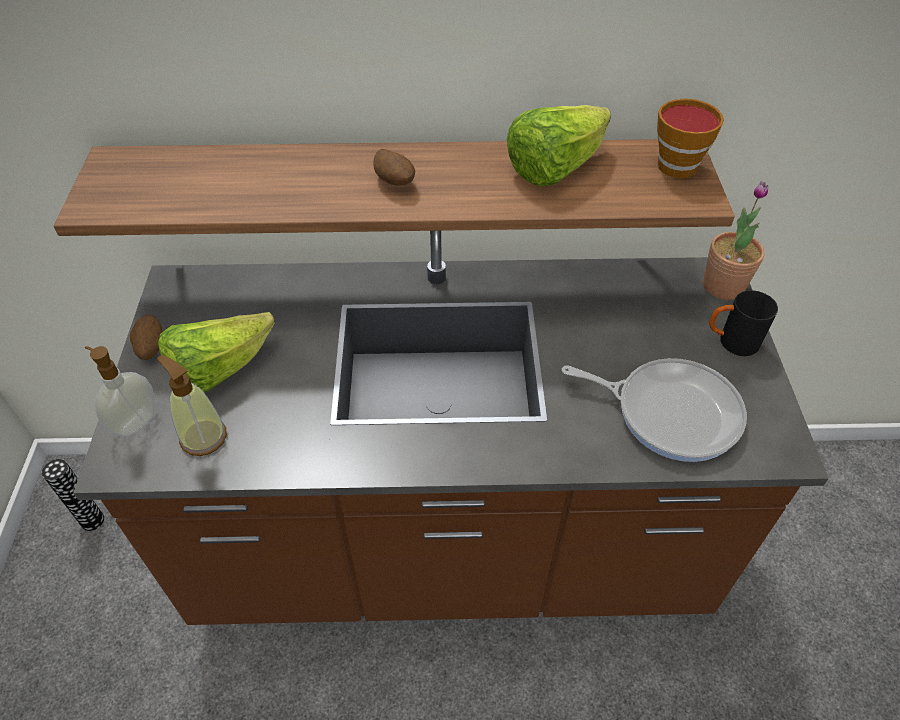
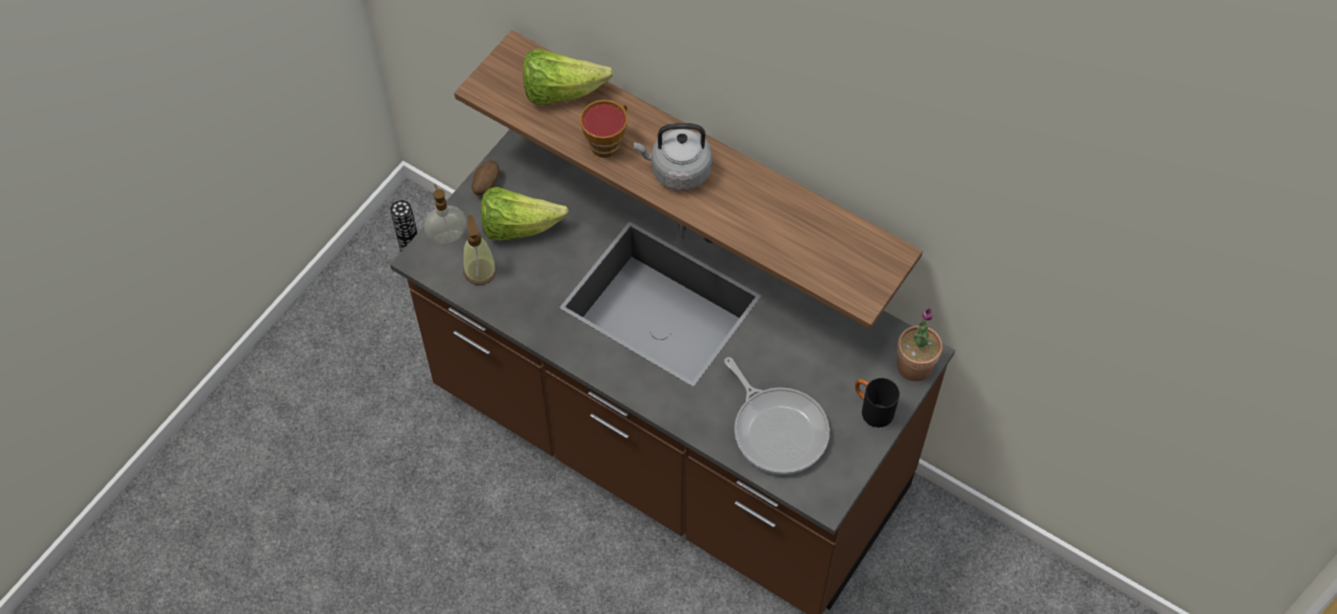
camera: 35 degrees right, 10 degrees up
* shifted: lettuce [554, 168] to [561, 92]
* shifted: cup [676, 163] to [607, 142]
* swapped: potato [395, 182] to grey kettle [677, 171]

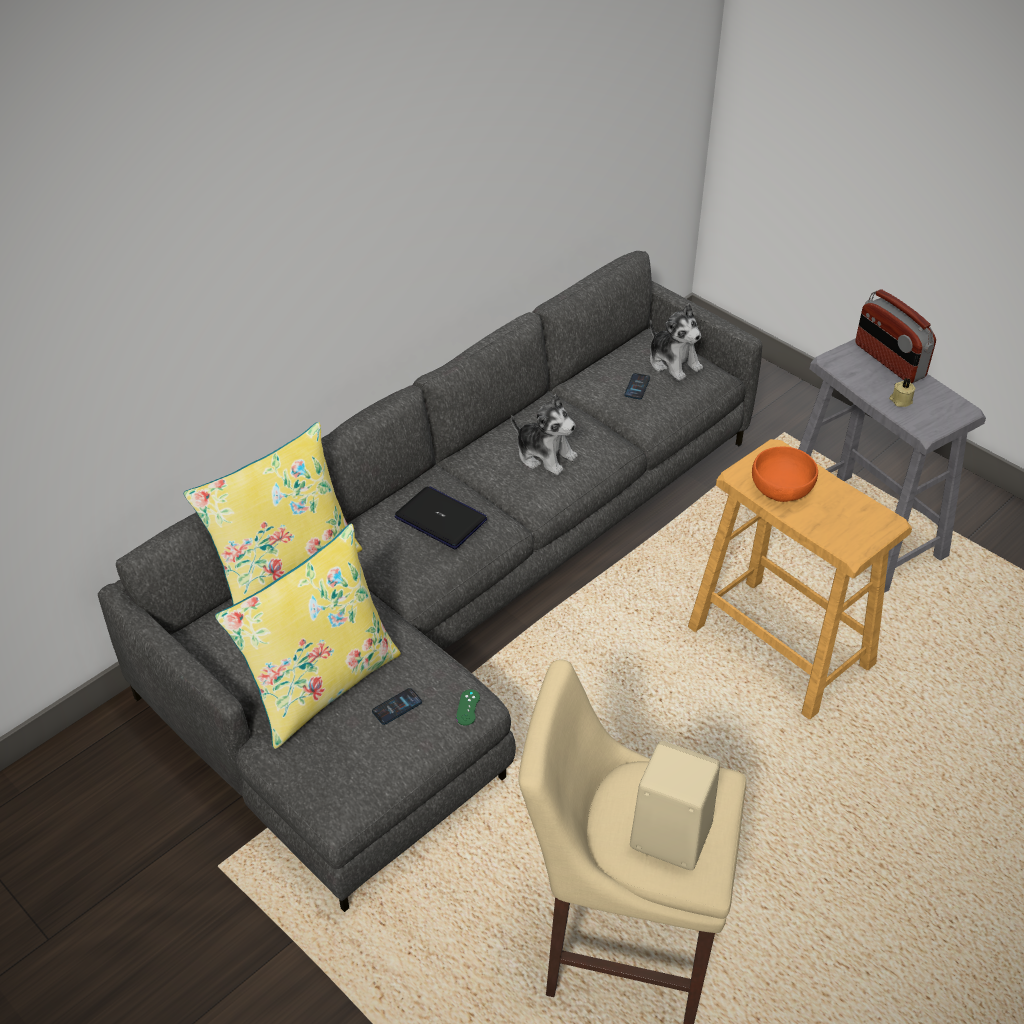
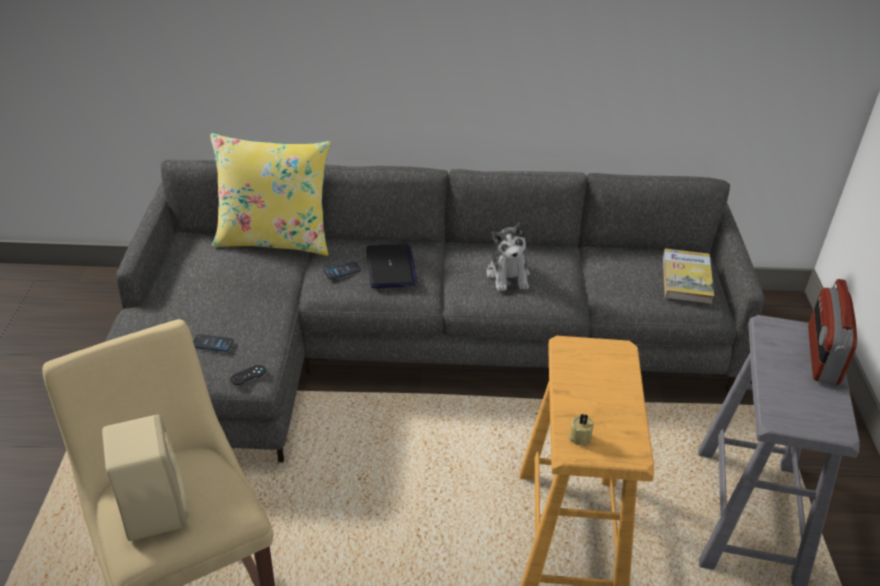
camera: 45 degrees right, 5 degrees down
* repainted: green game controller [468, 707] to black game controller [248, 375]
* shifted: phone [637, 387] to [342, 271]
* shifted: beige candle [900, 400] to [580, 436]
* swapped: plush toy [673, 362] to book [686, 279]
* gone: yellow pillow [320, 684]
* gone: orange bowl [782, 488]

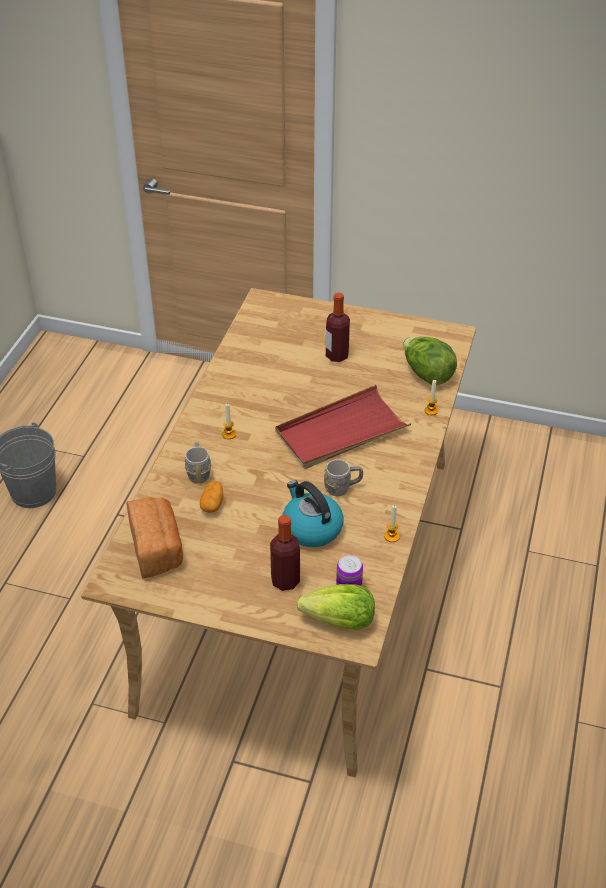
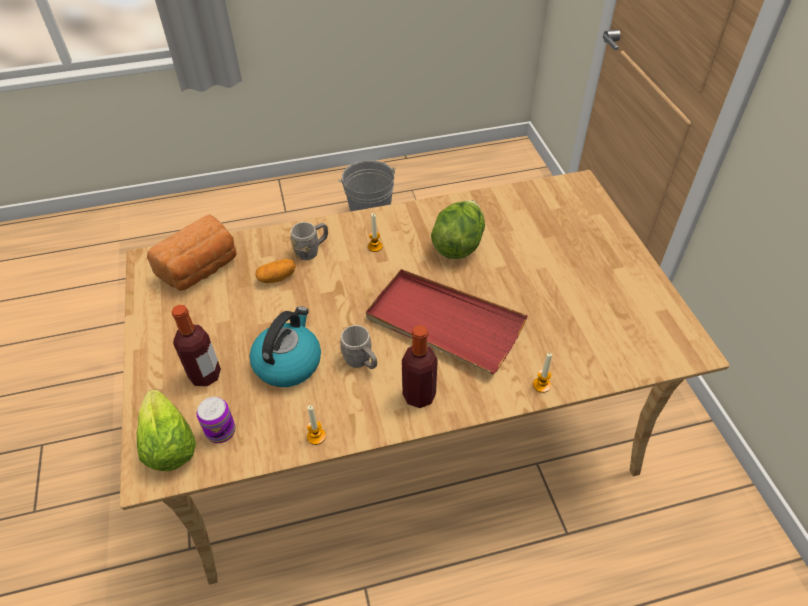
camera: 60 degrees right, 5 degrees up
* shifted: bottle [337, 355] to [419, 395]
* shifted: lettuce [426, 374] to [458, 245]

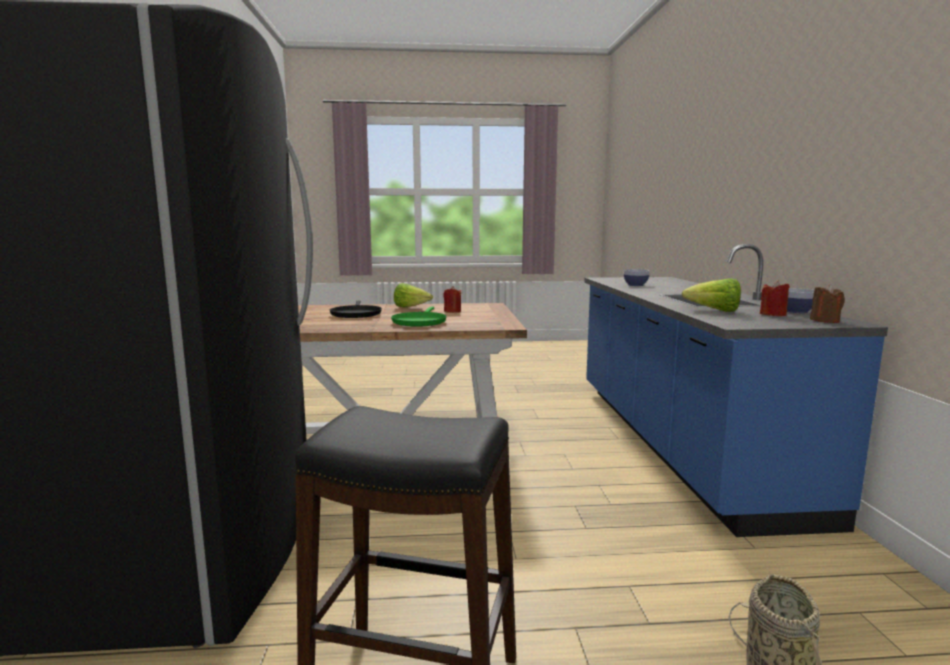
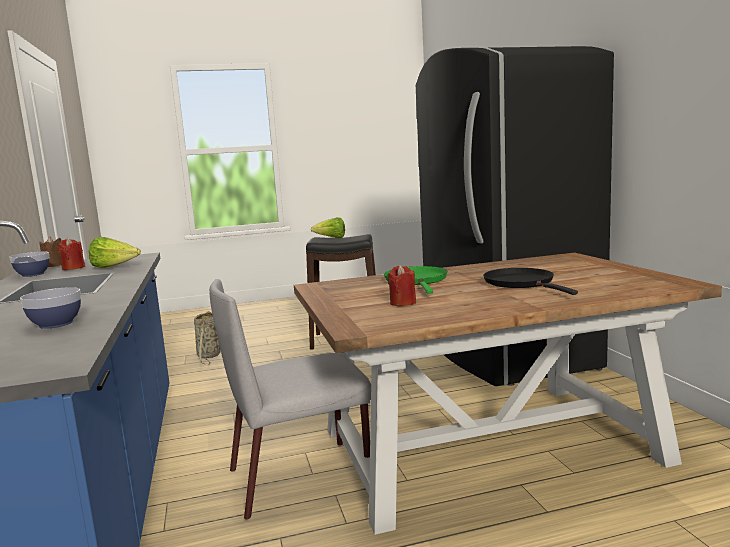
camera: 170 degrees right, 0 degrees up
* new: grey chair [301, 477]
* shifted: lettuce [411, 307] to [331, 238]

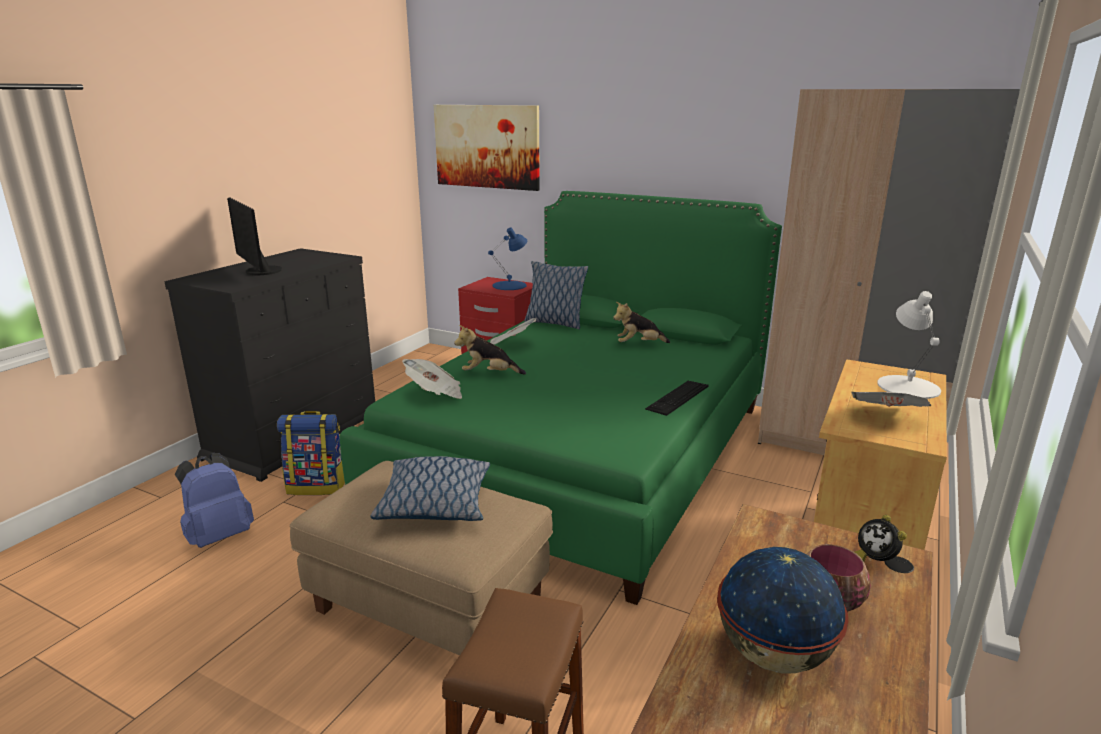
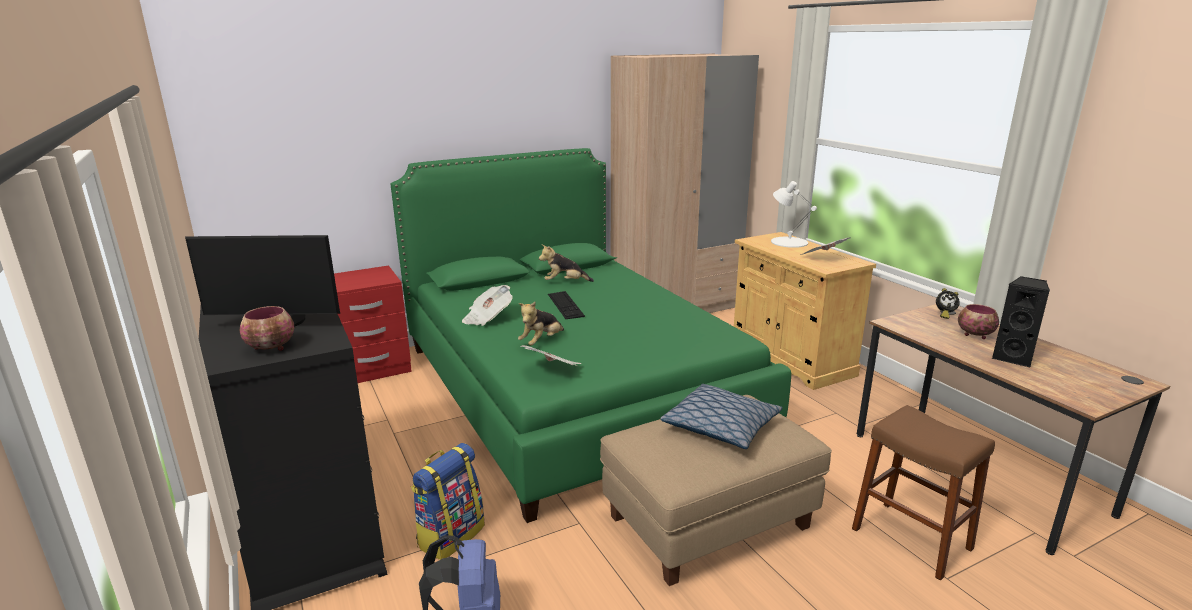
camera: 55 degrees left, 0 degrees up
* new: bowl [272, 348]
* rotated: plush toy [639, 345] = [565, 282] 60 degrees clockwise
* shifted: keyboard [677, 397] to [565, 305]
* swapped: globe [774, 655] to black speaker [1013, 358]
* gone: picture [487, 146]
* gone: blue table lamp [510, 285]
* gone: pillow [554, 323]

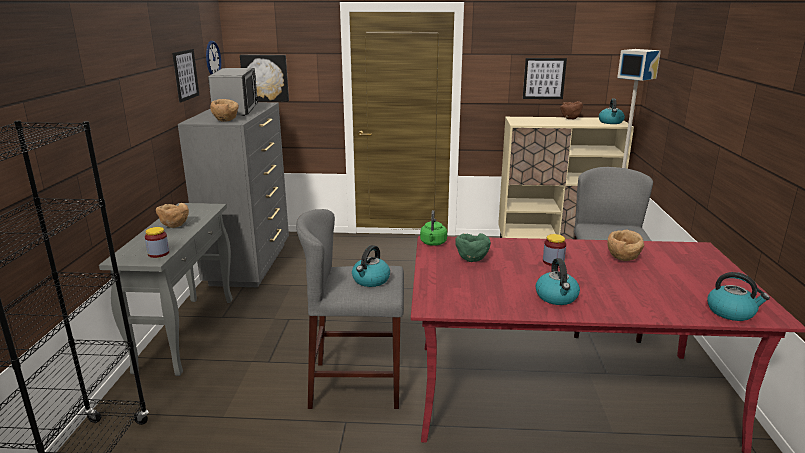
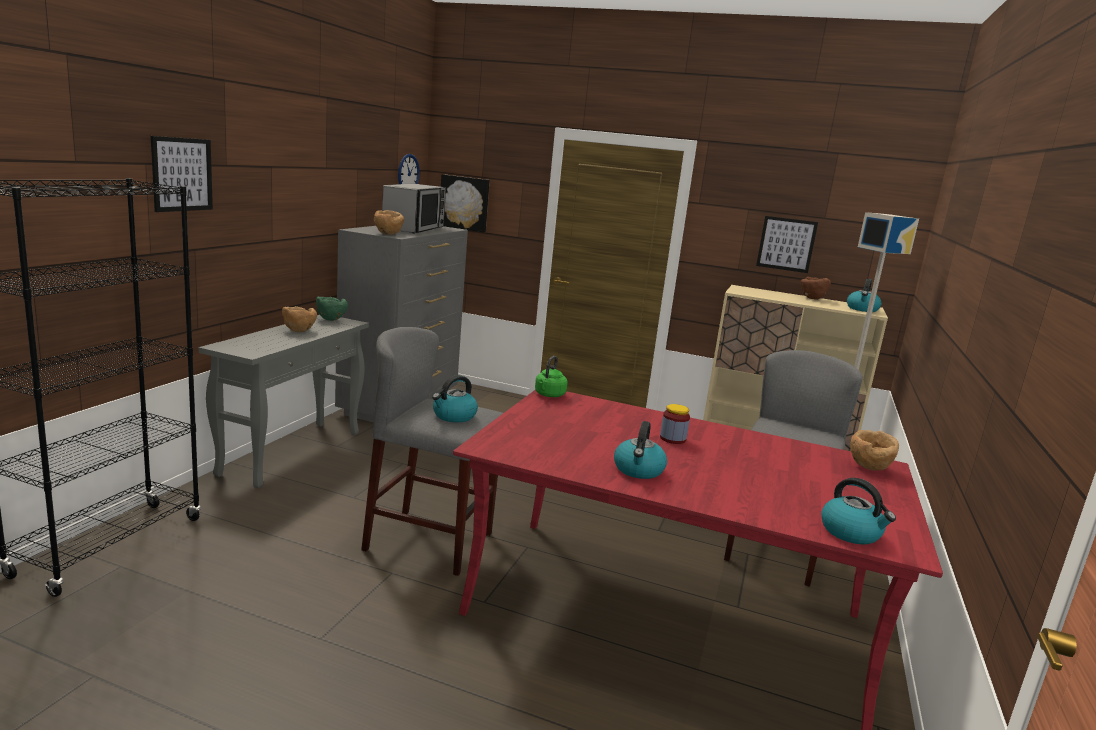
camera: 15 degrees right, 5 degrees down
* shifted: picture [185, 75] to [182, 174]
* shifted: green bowl [471, 259] to [331, 319]
* shifted: brown bowl [623, 259] to [869, 468]
* gone: jar [158, 253]

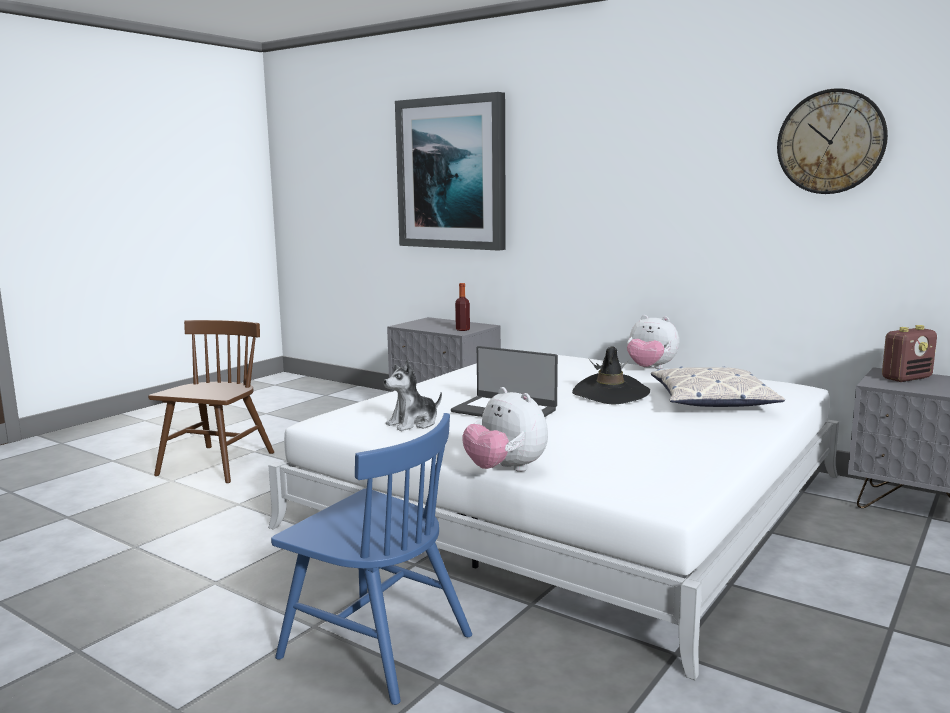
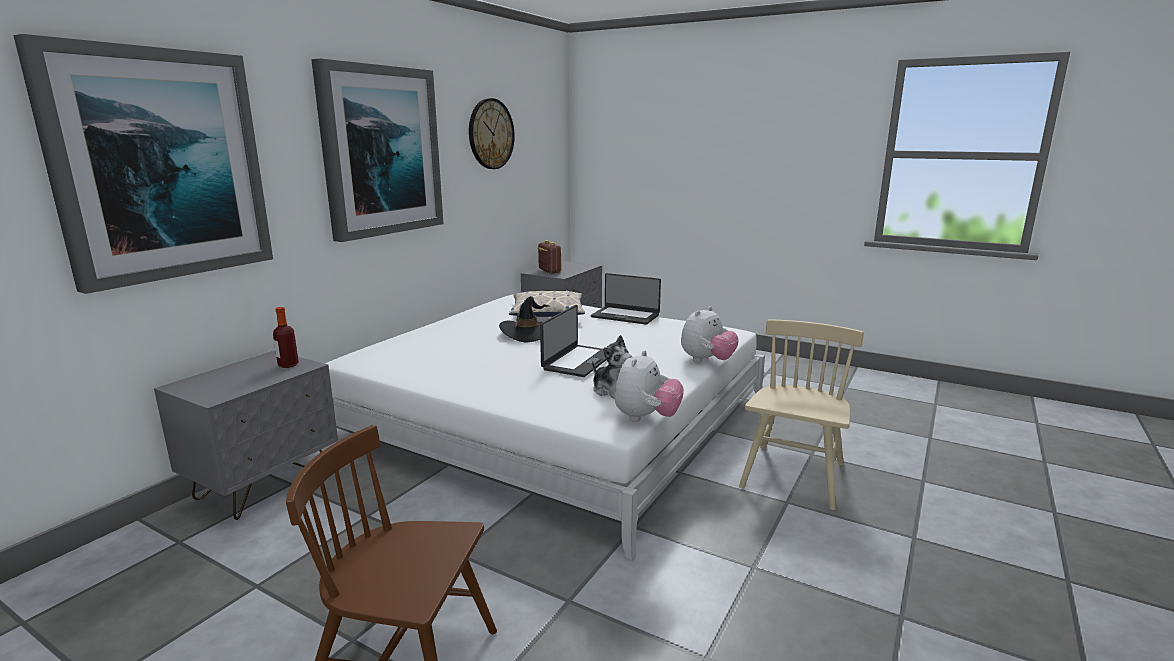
camera: 95 degrees left, 5 degrees up
* new: picture [381, 151]
* new: laptop [625, 316]
* shifted: plush toy [650, 369] to [646, 418]
* repainted: blue chair [375, 646] to beige chair [793, 476]

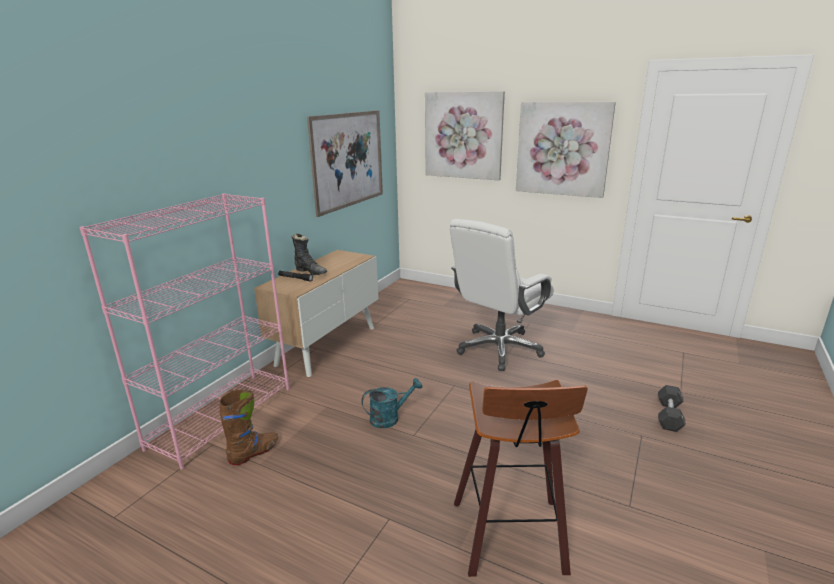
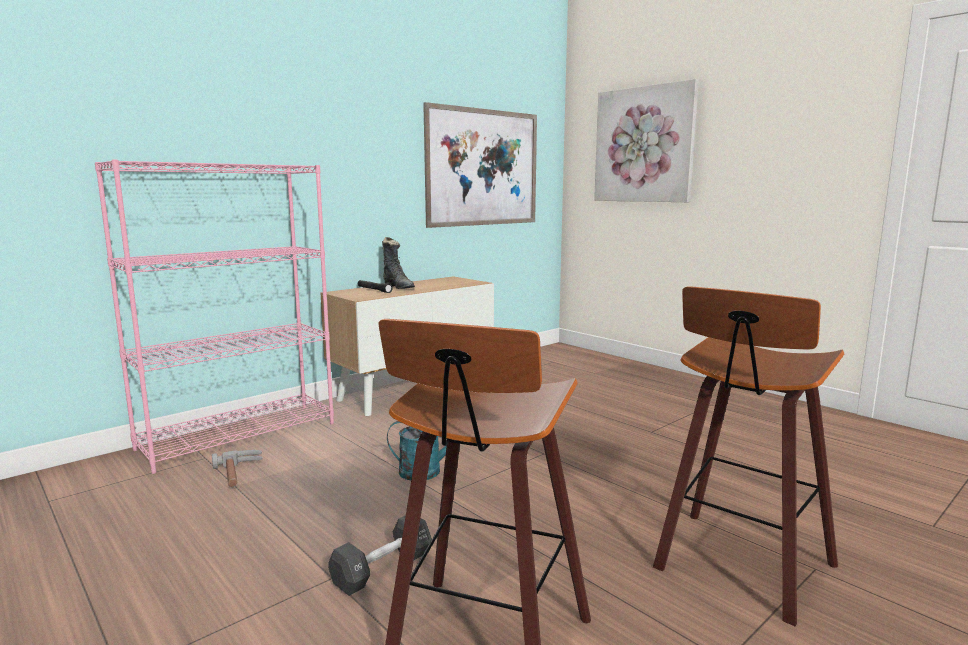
camera: 20 degrees right, 10 degrees down
* swapped: brown boot [254, 452] to hammer [239, 474]
* shifted: black dumbbell [669, 416] to [382, 569]
* new: stool [739, 567]
* gone: white office chair [499, 349]
* gone: picture [562, 149]

